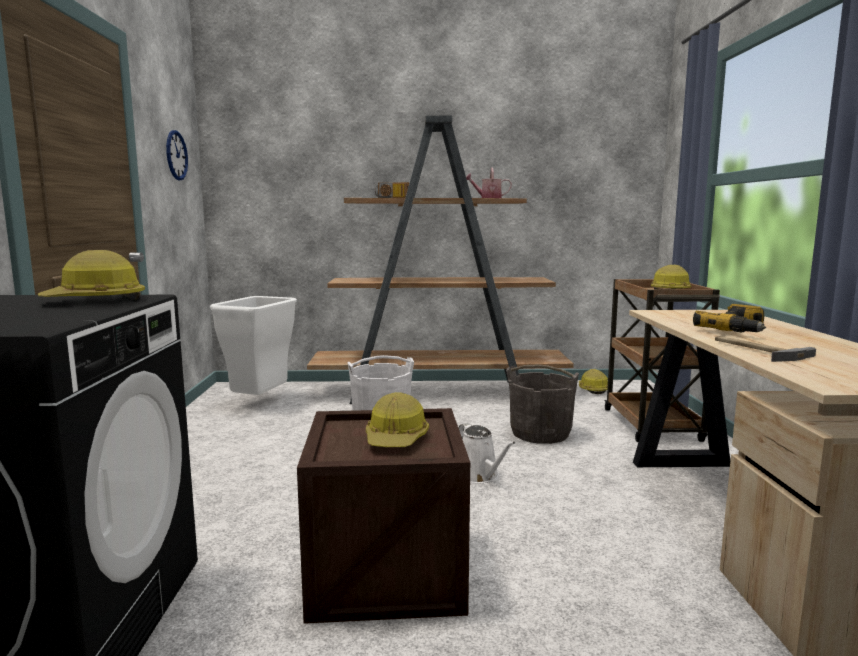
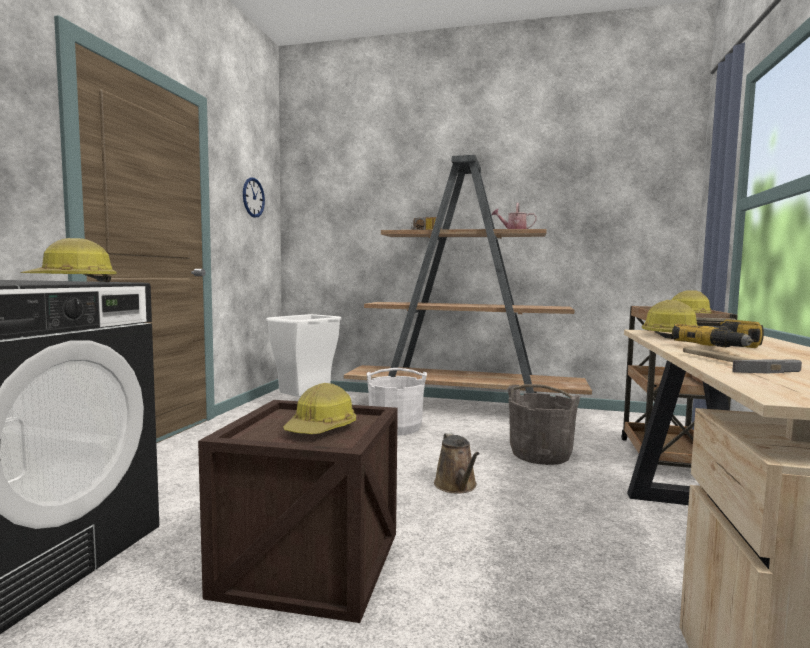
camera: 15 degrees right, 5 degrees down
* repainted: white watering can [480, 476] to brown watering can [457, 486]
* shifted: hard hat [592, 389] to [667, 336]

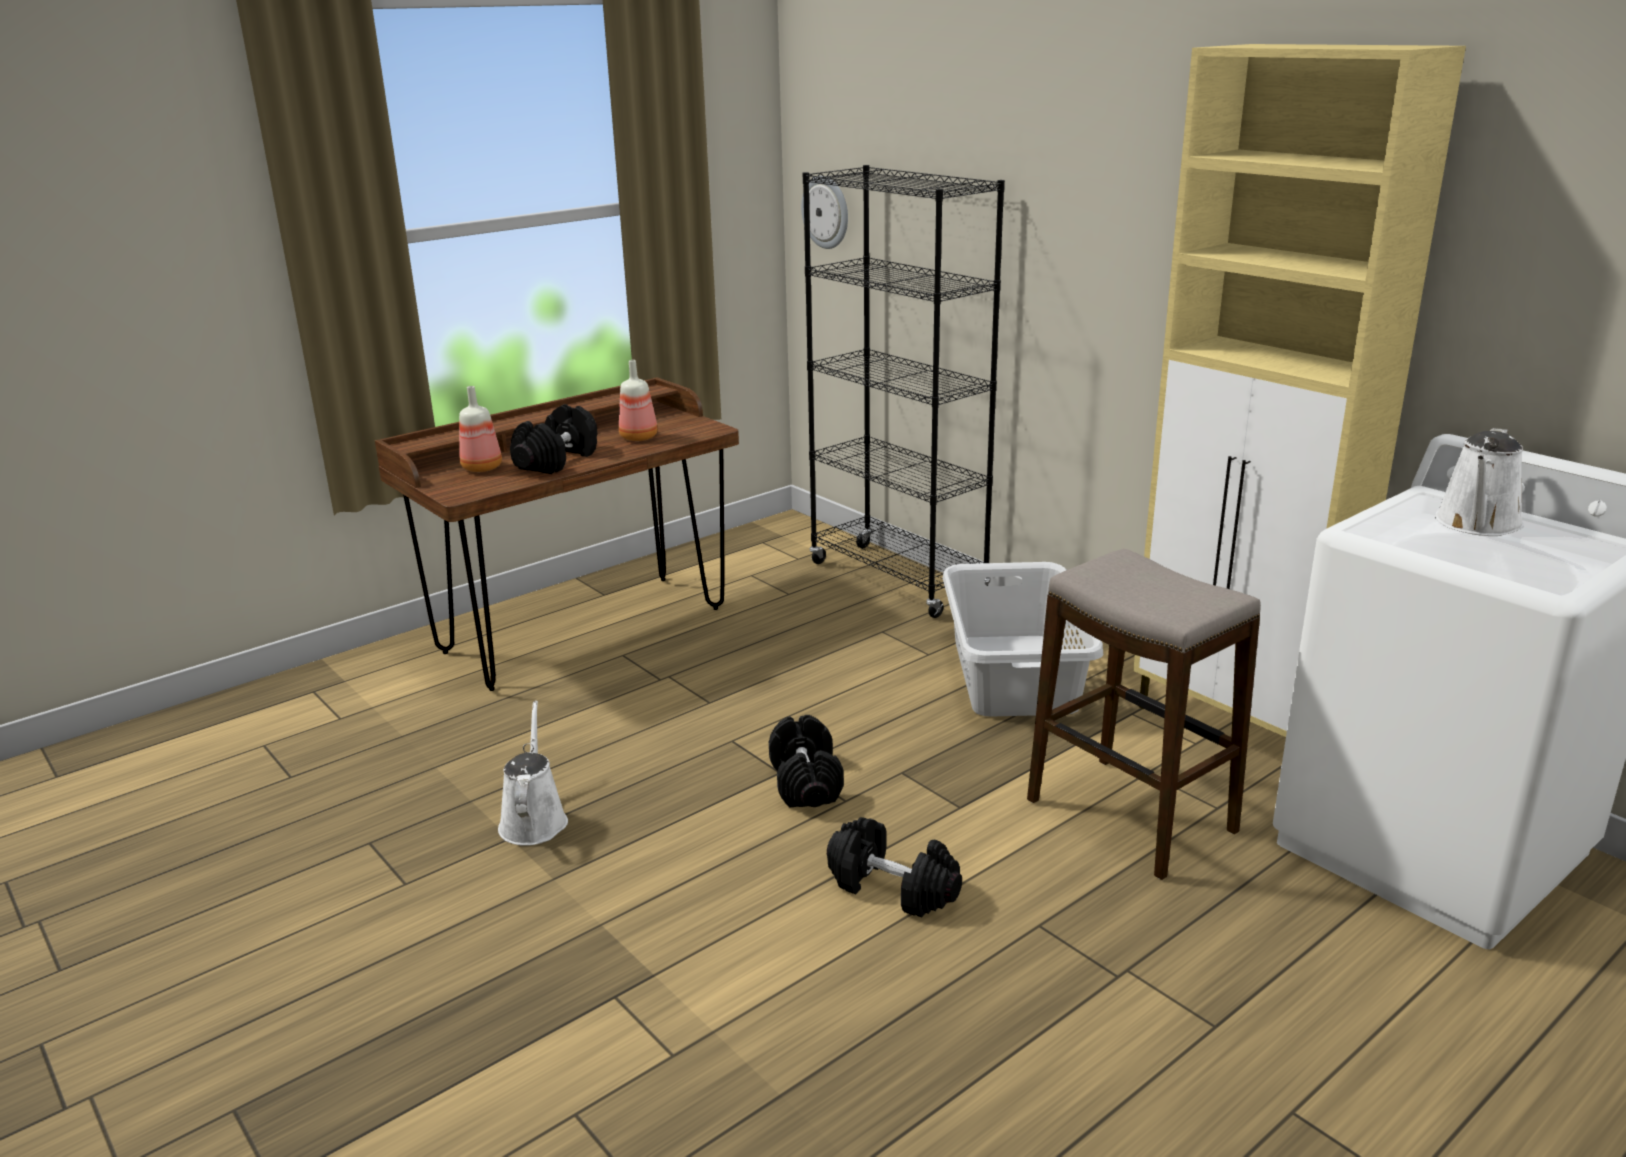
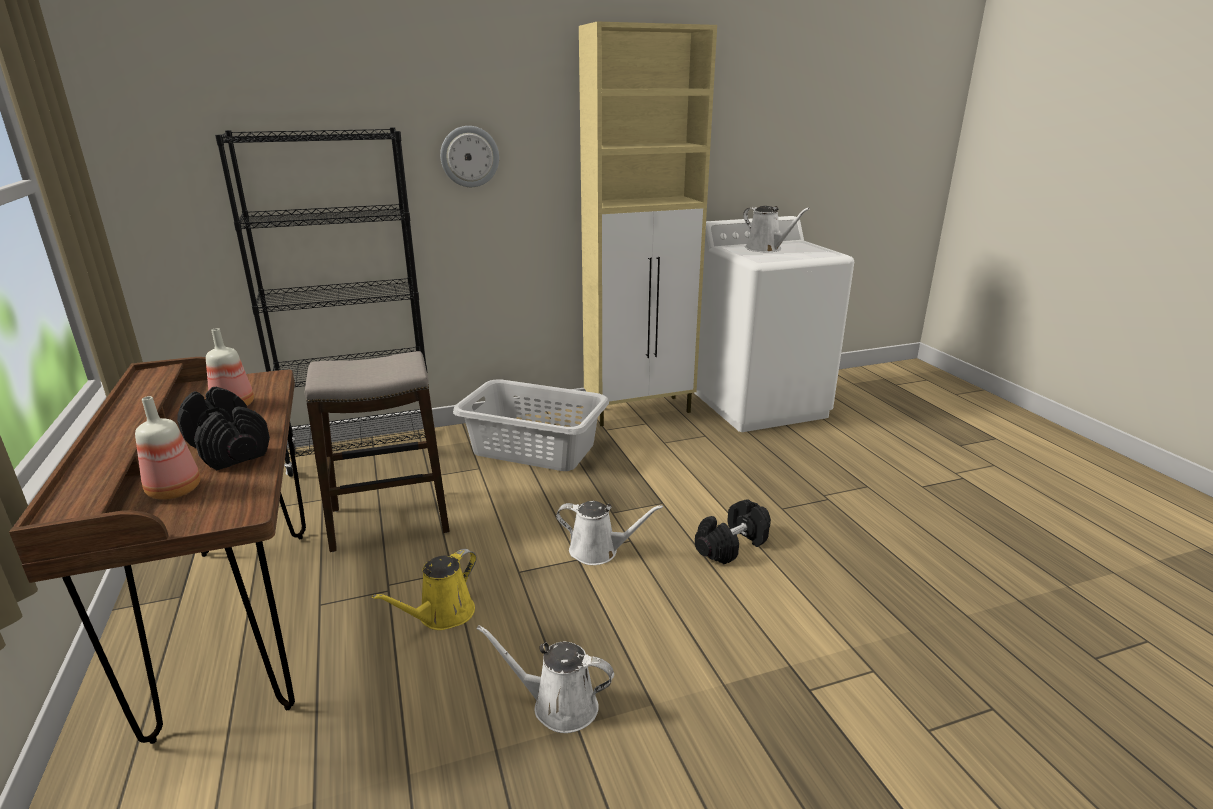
camera: 70 degrees left, 0 degrees up
* shifted: stool [1130, 816] to [389, 521]
* new: yellow watering can [442, 615]
* shifted: wall clock [826, 212] to [469, 156]
* swapped: black dumbbell [806, 782] to white watering can [598, 551]

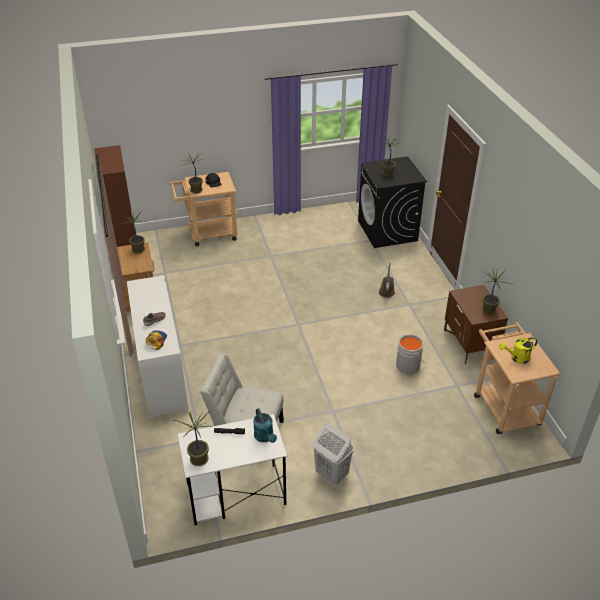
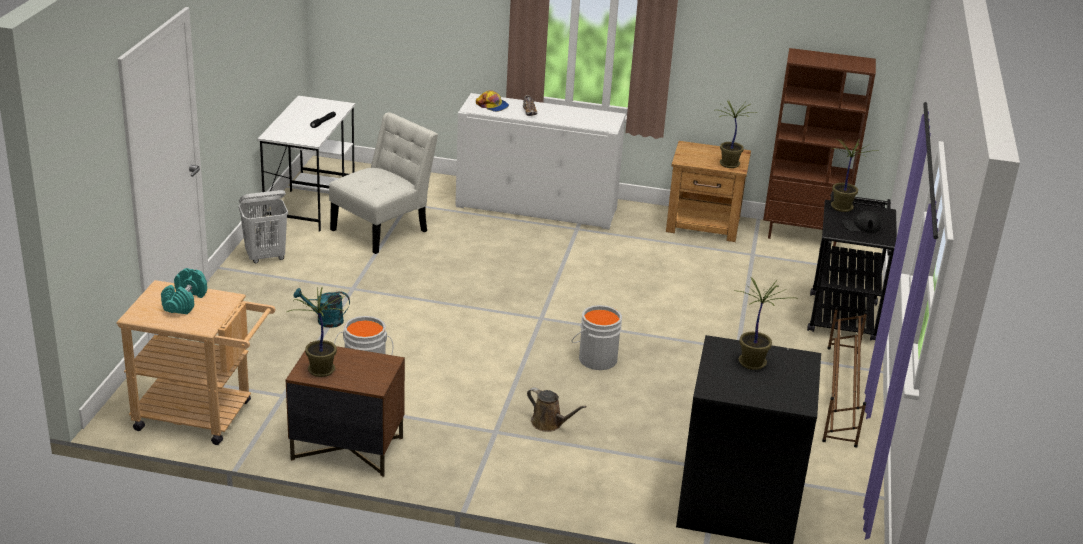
camera: 115 degrees right, 10 degrees down
* swapped: yellow watering can [517, 358] to turquoise dumbbell [184, 302]
* shifted: turquoise watering can [265, 437] to [325, 320]
* new: grey bucket [596, 358]
* repainted: beige cart [208, 234] to black cart [842, 312]
* new: brown shoe rack [841, 395]
* gone: potted plant [198, 459]

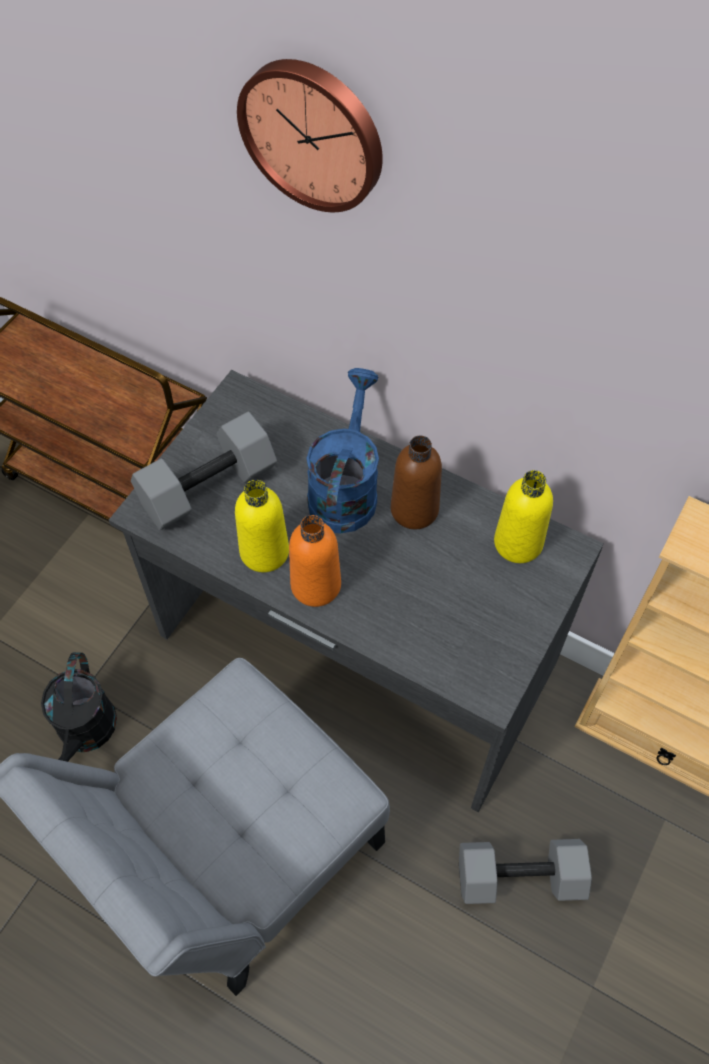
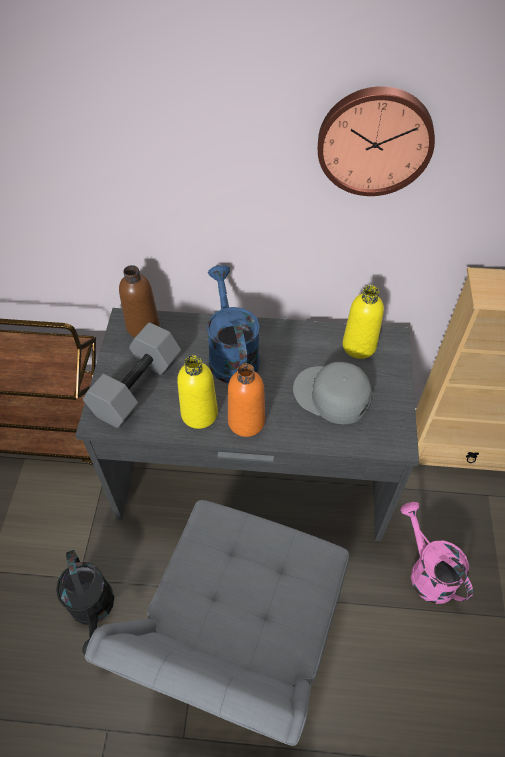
camera: 25 degrees left, 5 degrees down
* shifted: brown bottle [414, 510] to [143, 326]
* new: grey cap [331, 396]
* shifted: wall clock [314, 133] to [374, 140]
* swapped: grey dumbbell [518, 879] to pink watering can [426, 571]

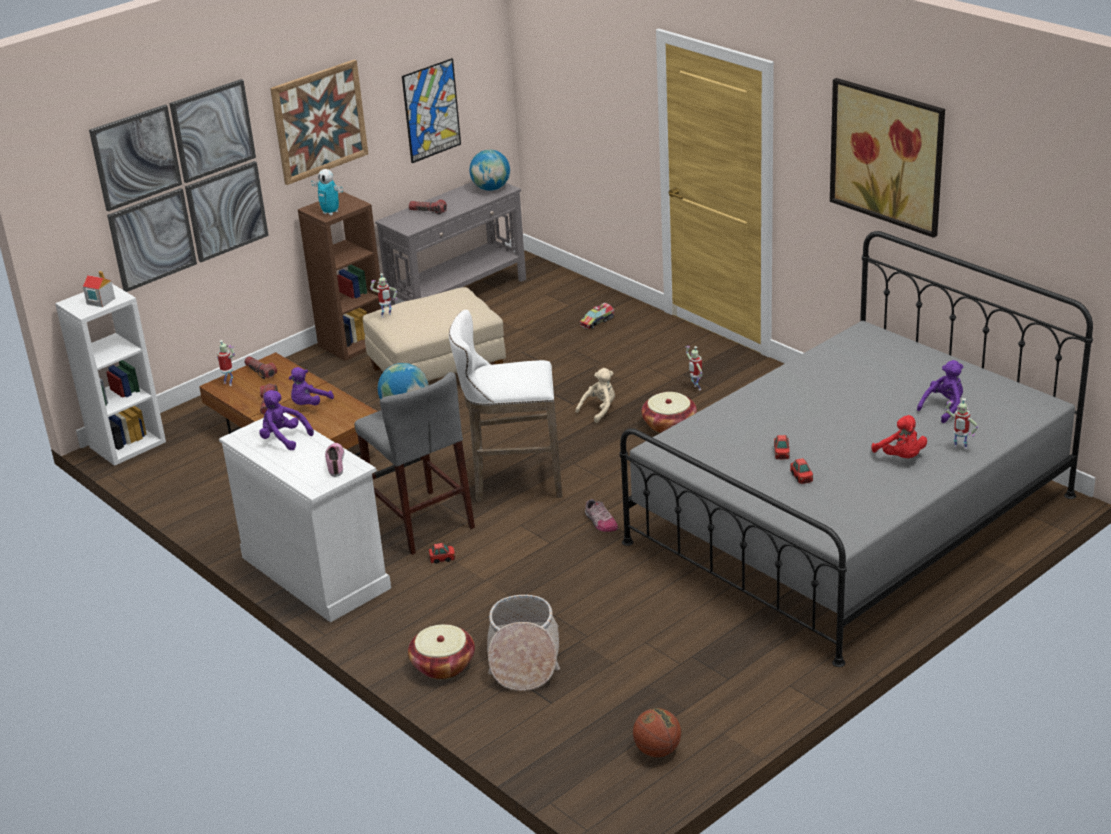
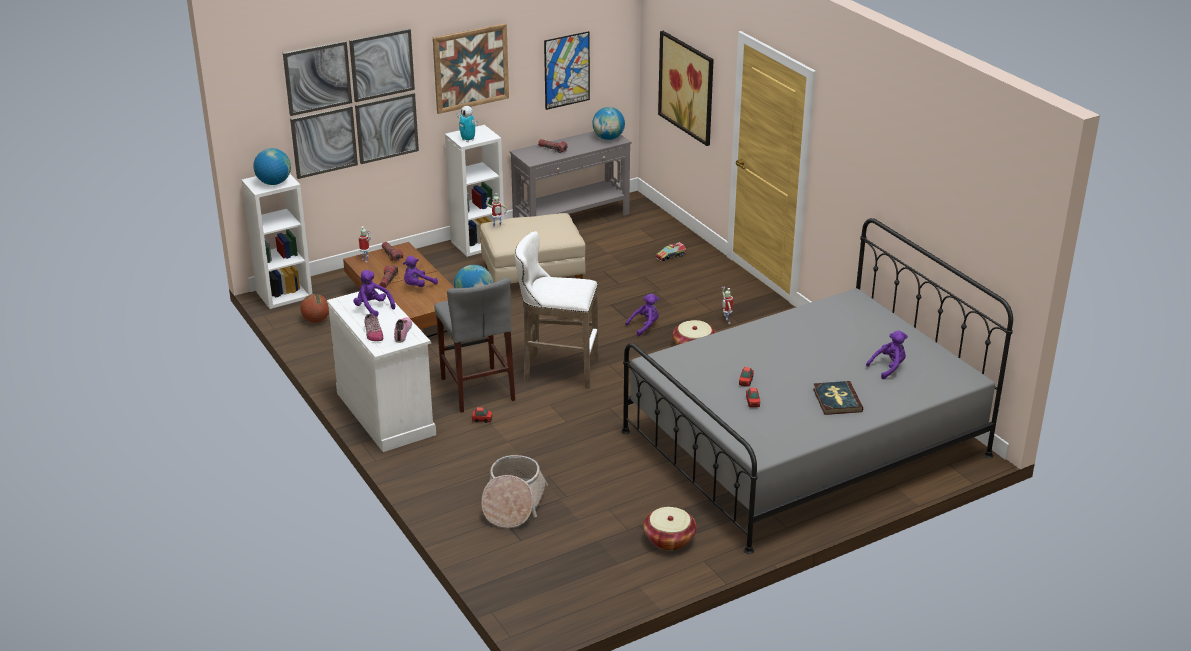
camera: 10 degrees right, 0 degrees up
* swapped: toy house [100, 301] to globe [274, 183]
* shifted: basketball [657, 750] to [316, 320]
* shifted: shoe [600, 522] to [373, 333]
* repainted: brown bookcase [353, 343] to white bookcase [478, 243]
* repainted: beige plush toy [599, 410] to purple plush toy [645, 326]
* shifted: basket [443, 665] to [669, 539]
* shifted: picture [887, 156] to [687, 87]
* swapped: red plush toy [901, 457] to book [837, 400]
* gone: toy robot [959, 448]

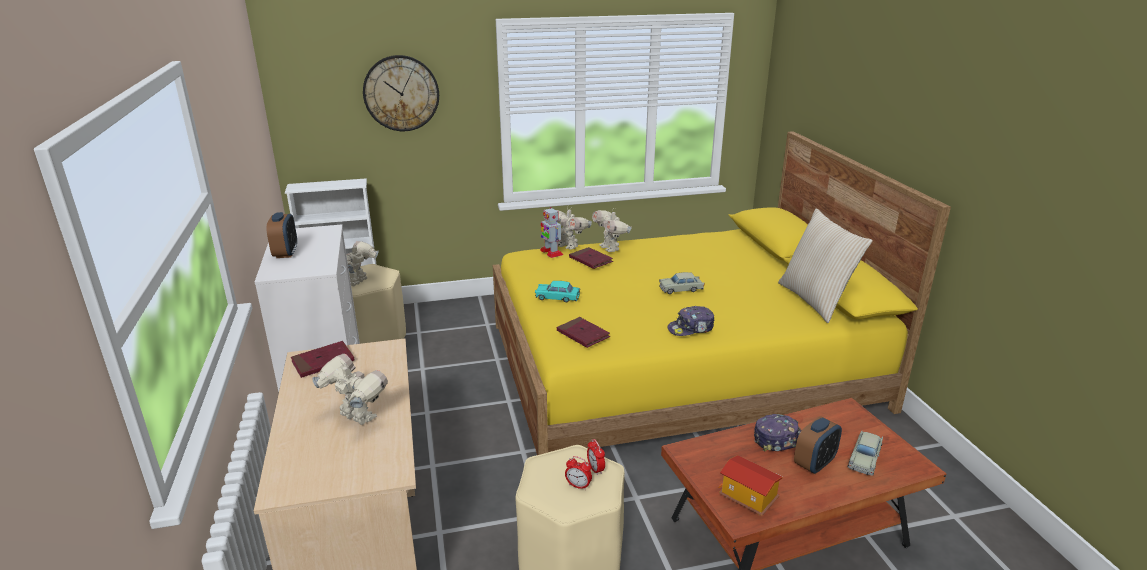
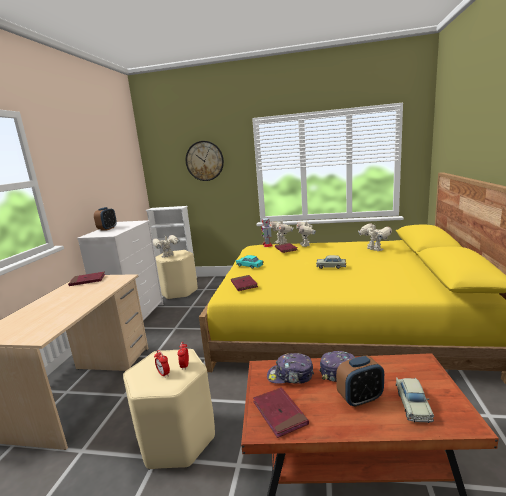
camera: 25 degrees right, 10 degrees down
* swapped: toy house [747, 499] to red book [279, 413]
* shifted: cap [691, 328] to [290, 376]
* shifted: toy robot [356, 418] to [374, 250]
* rotated: beige toy car [865, 458] = [413, 404] 45 degrees counterclockwise
* gone: beige pillow [815, 300]

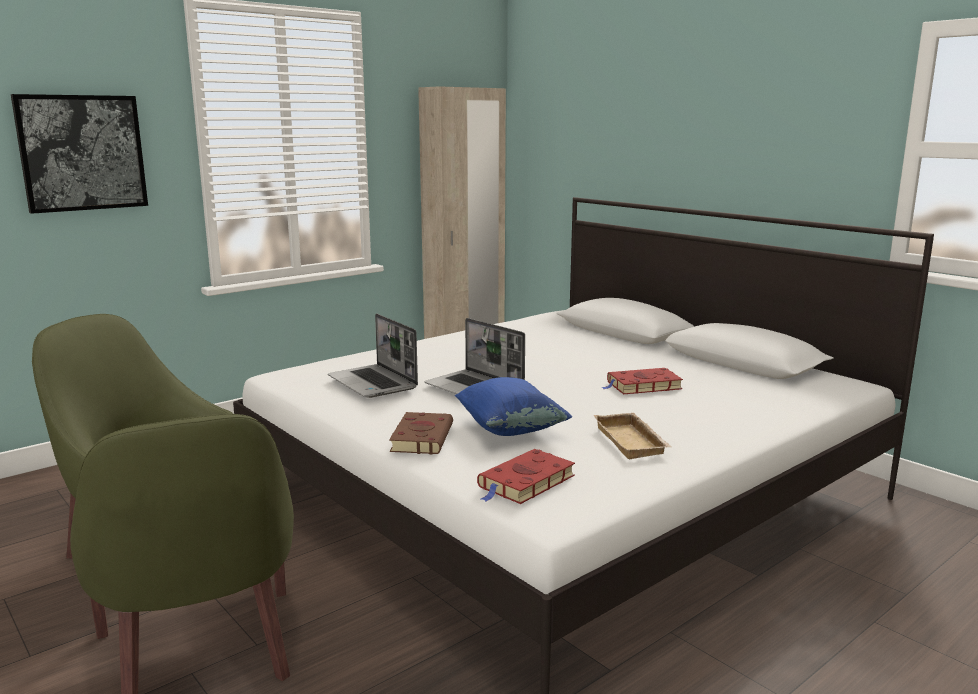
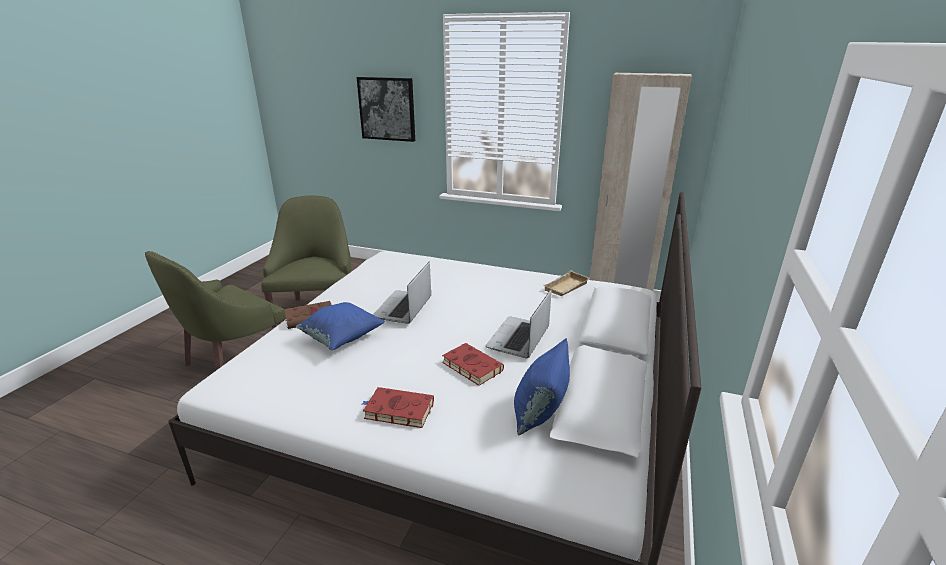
camera: 60 degrees right, 10 degrees up
* shifted: red book [525, 483] to [397, 410]
* shifted: laptop [374, 383] to [519, 339]
* new: blue pillow [540, 413]
* shifted: beige tray [633, 441] to [567, 288]

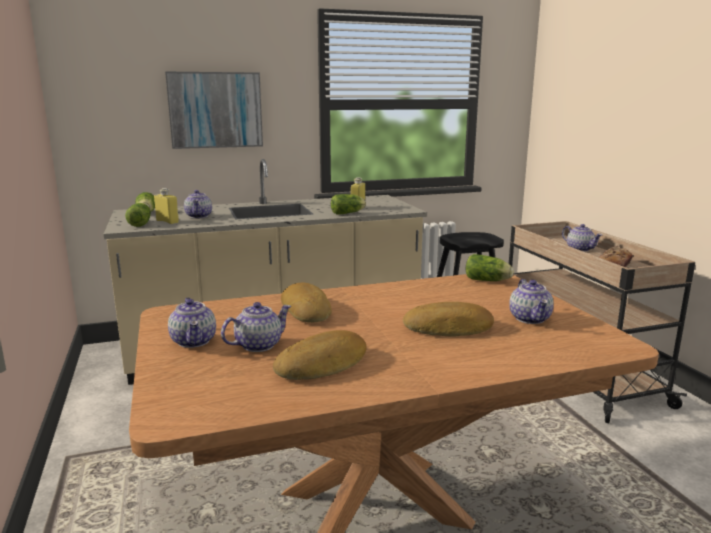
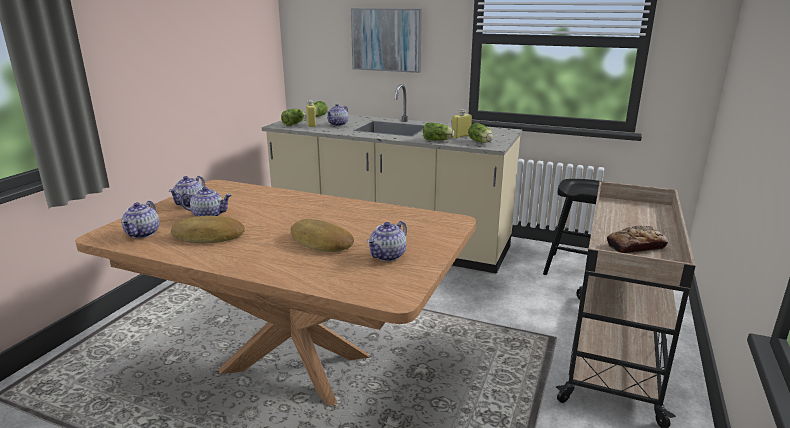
camera: 40 degrees right, 5 degrees up
* shifted: teapot [580, 249] to [143, 233]
* shifted: lettuce [488, 281] to [481, 142]
* gone: bread [307, 310]

